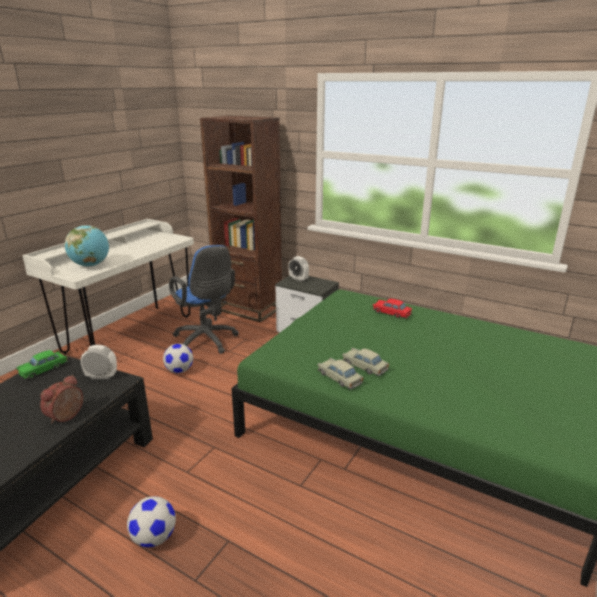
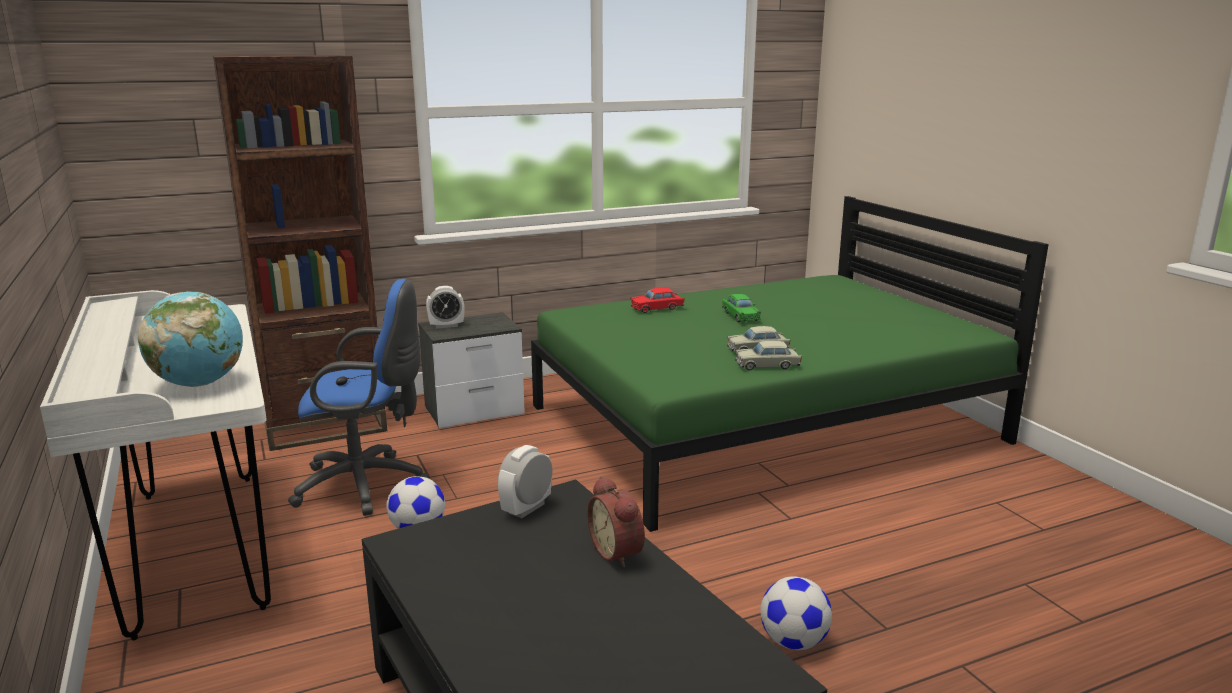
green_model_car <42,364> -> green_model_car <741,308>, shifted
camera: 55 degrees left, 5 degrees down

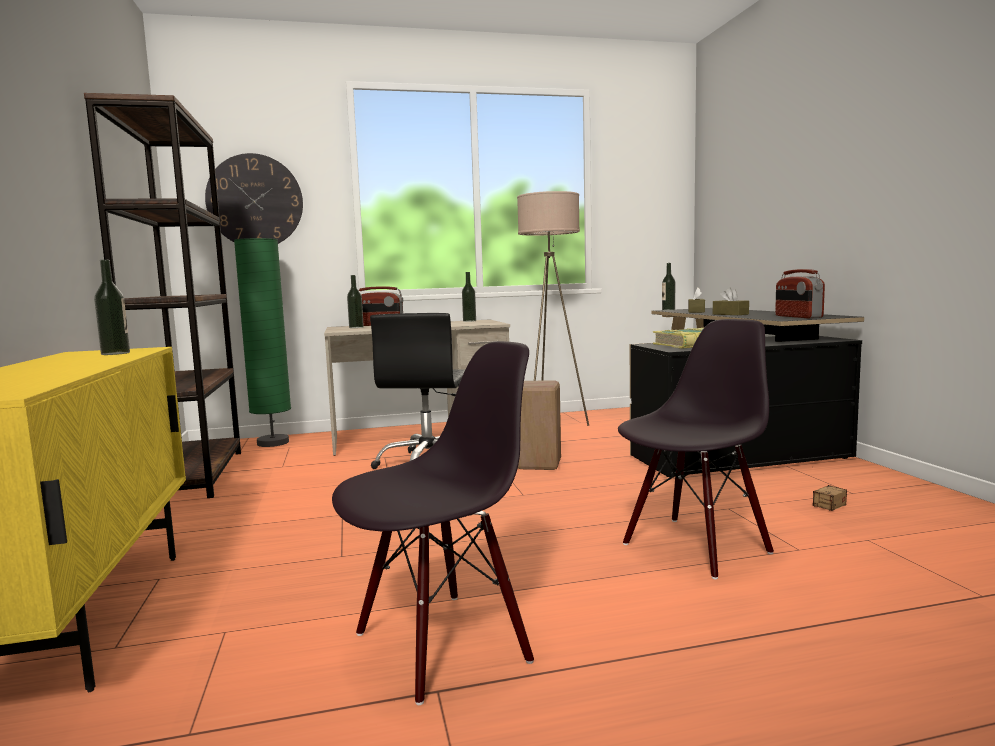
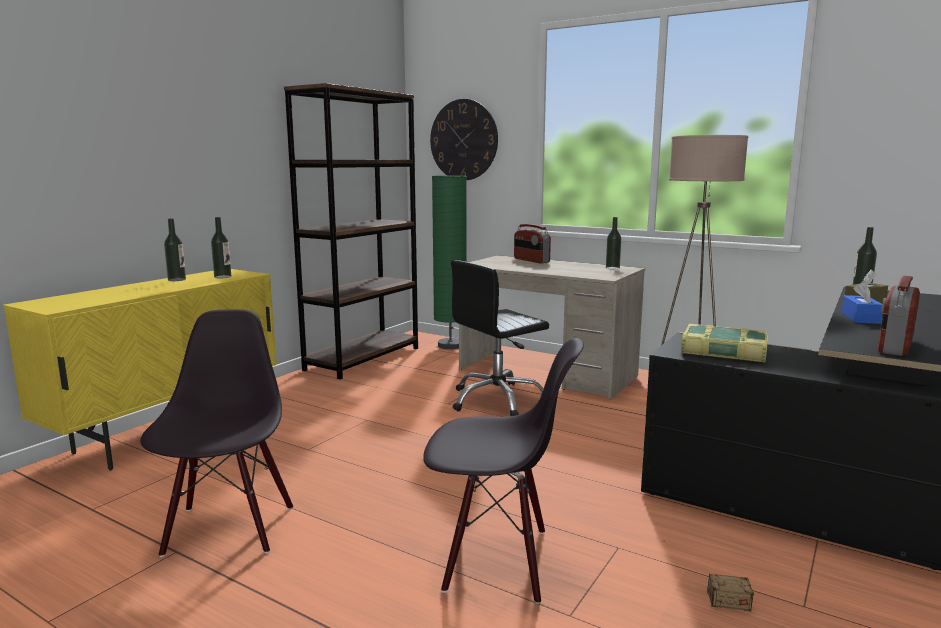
beige-coloured_sitting_stool <539,425> -> none
beverage_bottle <355,301> -> beverage_bottle <175,250>, shifted
brown-coloured_tissue_holder <731,301> -> bluish_tissue_holder <862,303>
black_plain_chair <433,523> -> black_plain_chair <216,433>, 105 degrees counterclockwise
camera: 45 degrees right, 5 degrees up

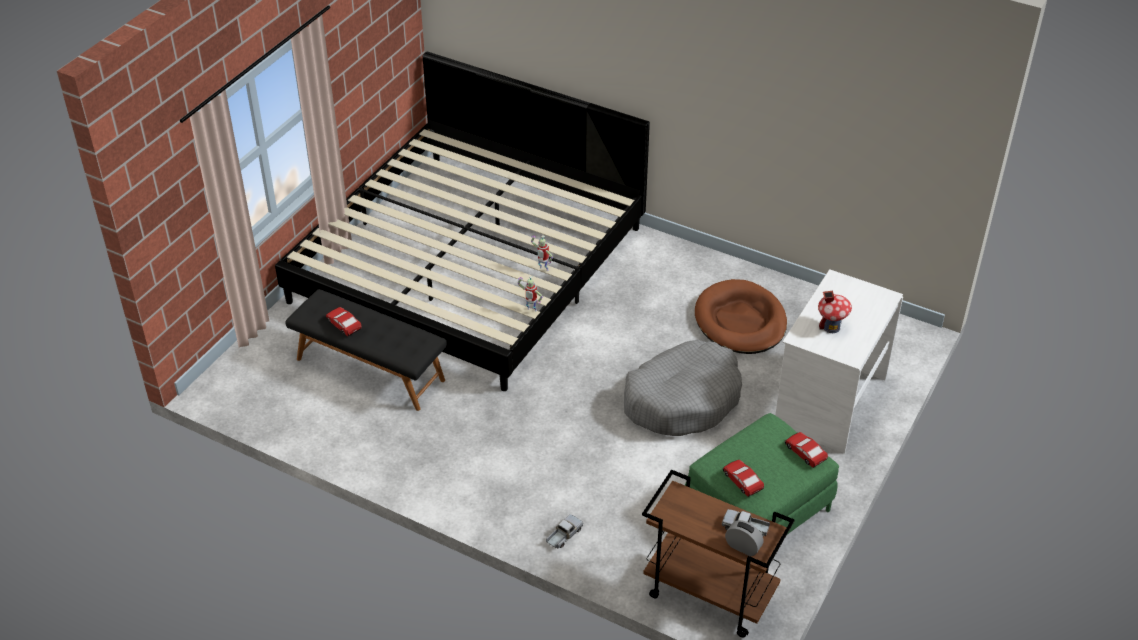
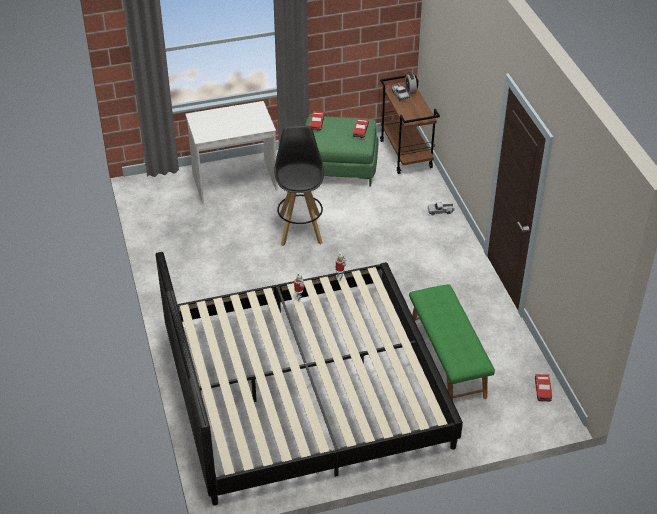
brown-coloured_pet_bed <741,316> -> none
model_house <835,312> -> none
model_car <344,321> -> model_car <543,388>, shifted
gray_pet_bed <683,388> -> black_sitting_stool <299,185>
black_long_seat <366,350> -> green_long_seat <452,342>
camera: 135 degrees left, 0 degrees up

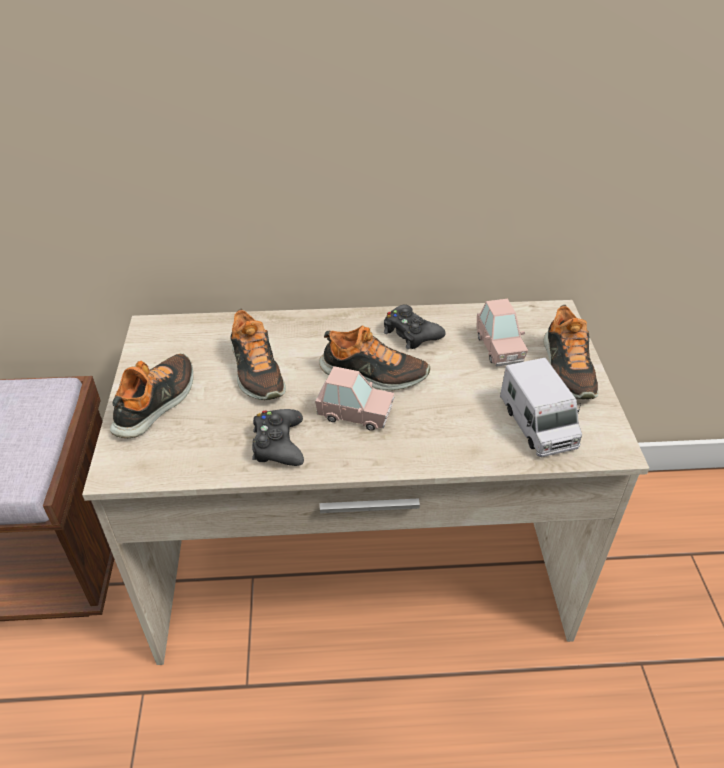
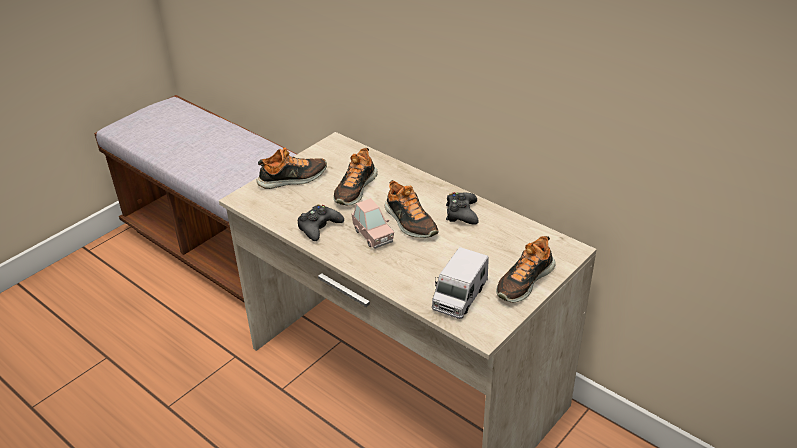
pink_model_car <502,332> -> none
camera: 45 degrees right, 5 degrees down

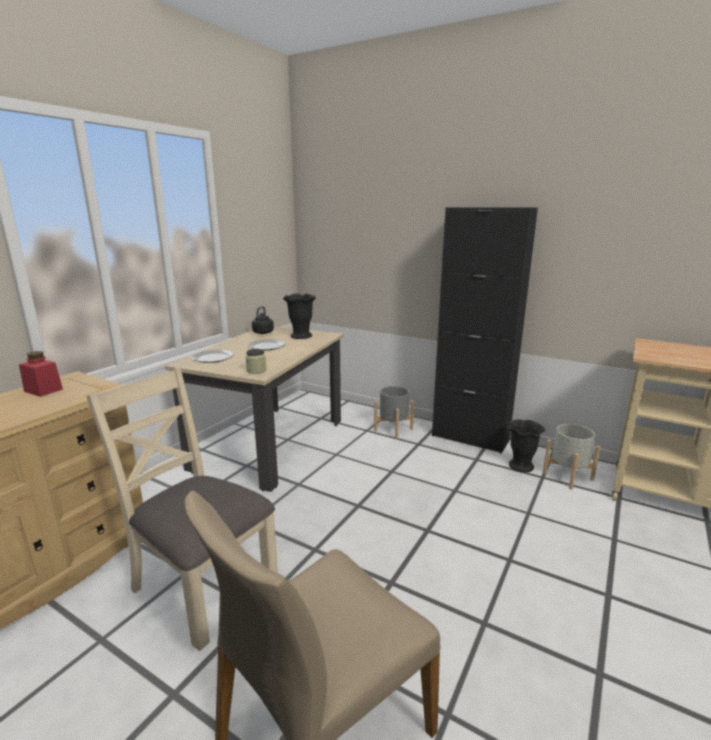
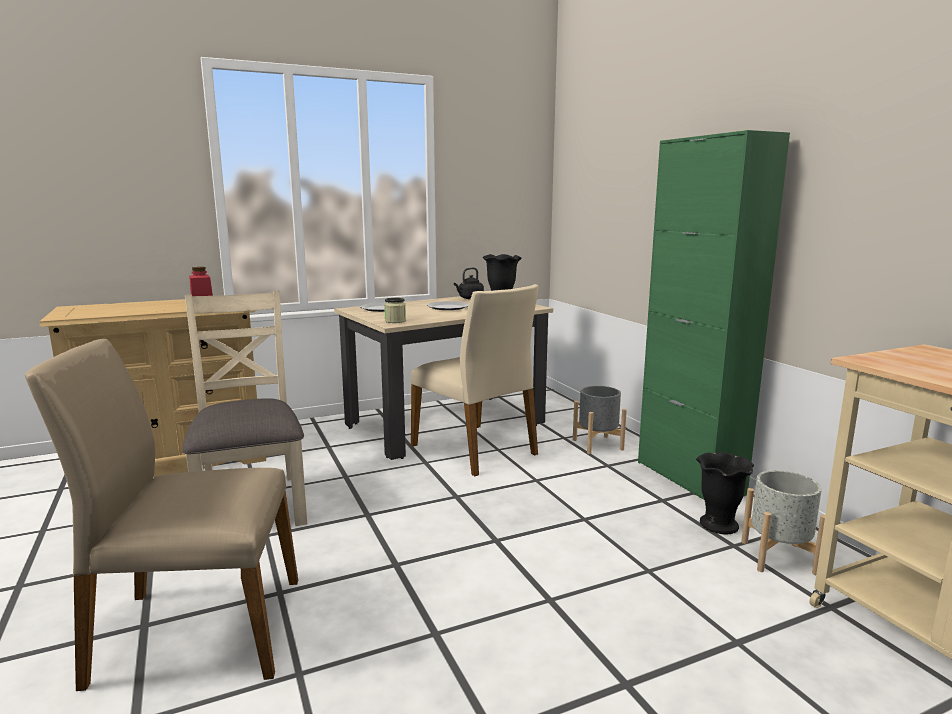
none -> beige-coloured_plain_chair <474,380>
black_cabinet <485,330> -> green_cabinet <714,315>
camera: 35 degrees right, 5 degrees down

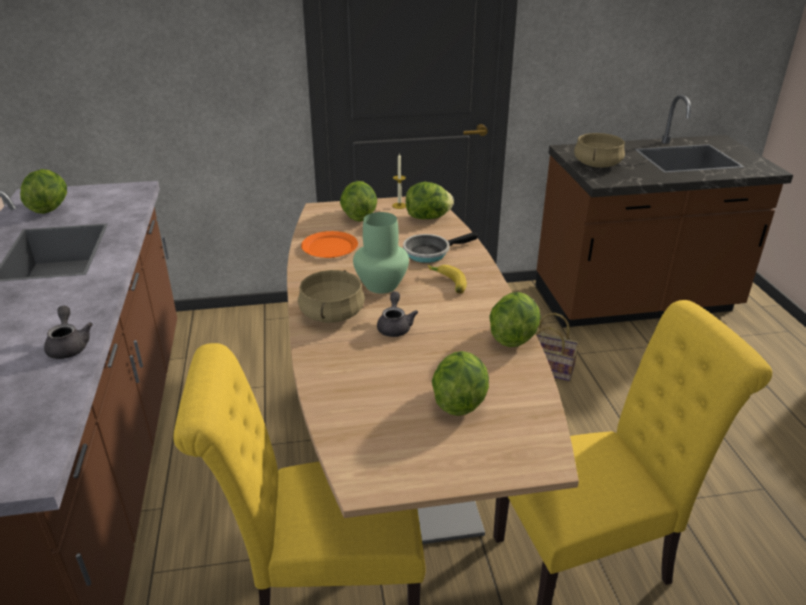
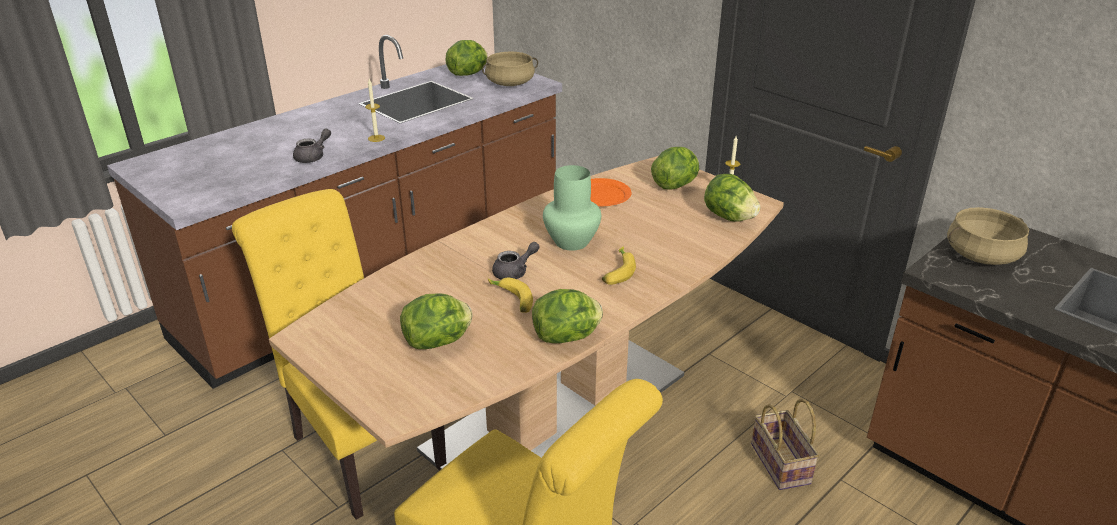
frying_pan <440,247> -> none
none -> wax_light <375,110>
none -> whole_banana <510,295>
beige-coloured_cooking_pot <331,296> -> beige-coloured_cooking_pot <510,69>, shifted
camera: 55 degrees right, 0 degrees up

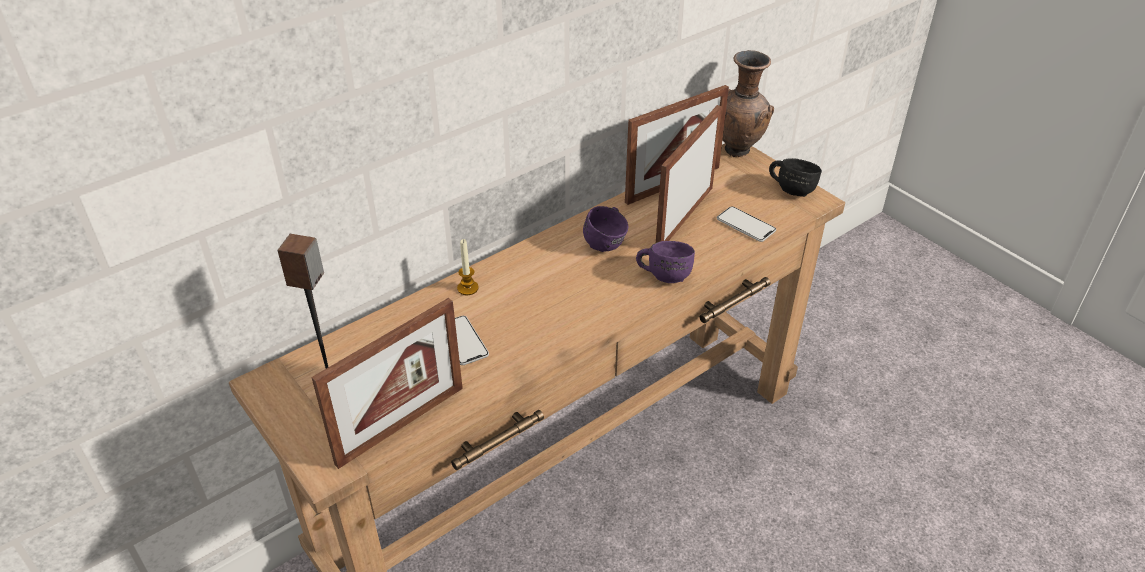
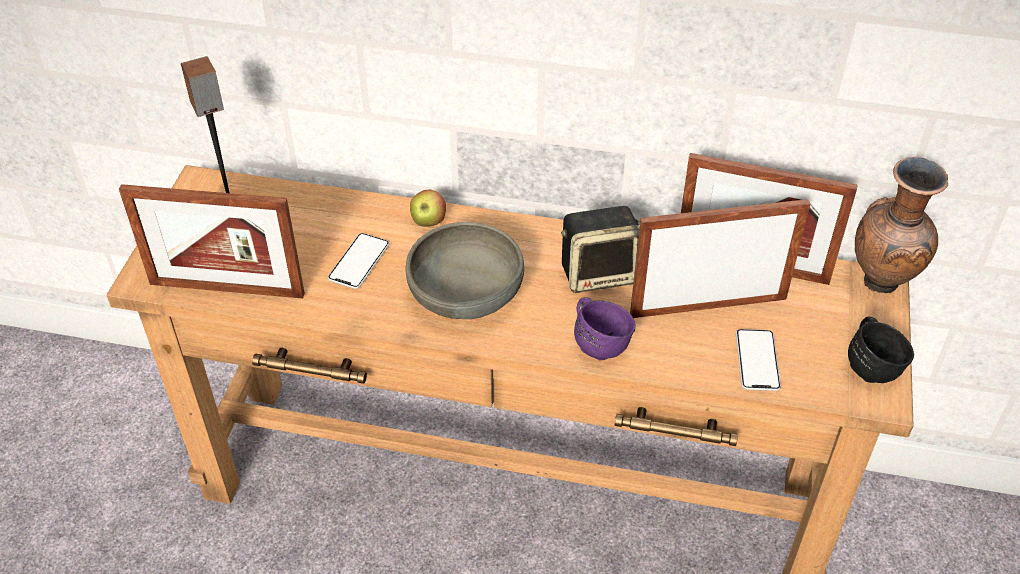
none -> gray_serving_bowl <464,270>
wax_light <468,267> -> whole_apple <428,208>
purple-coloured_coffee_mug <605,229> -> loudspeaker <600,249>
camera: 50 degrees right, 5 degrees up

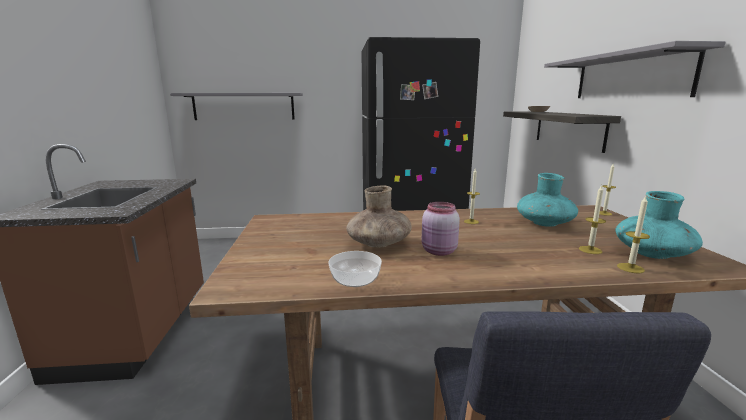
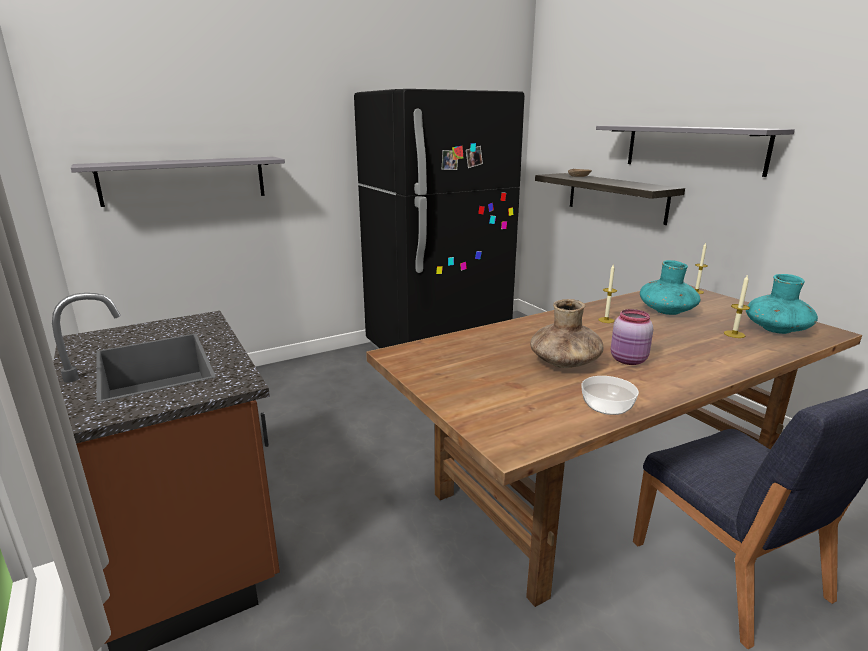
wax_light <633,234> -> none
camera: 25 degrees left, 5 degrees up

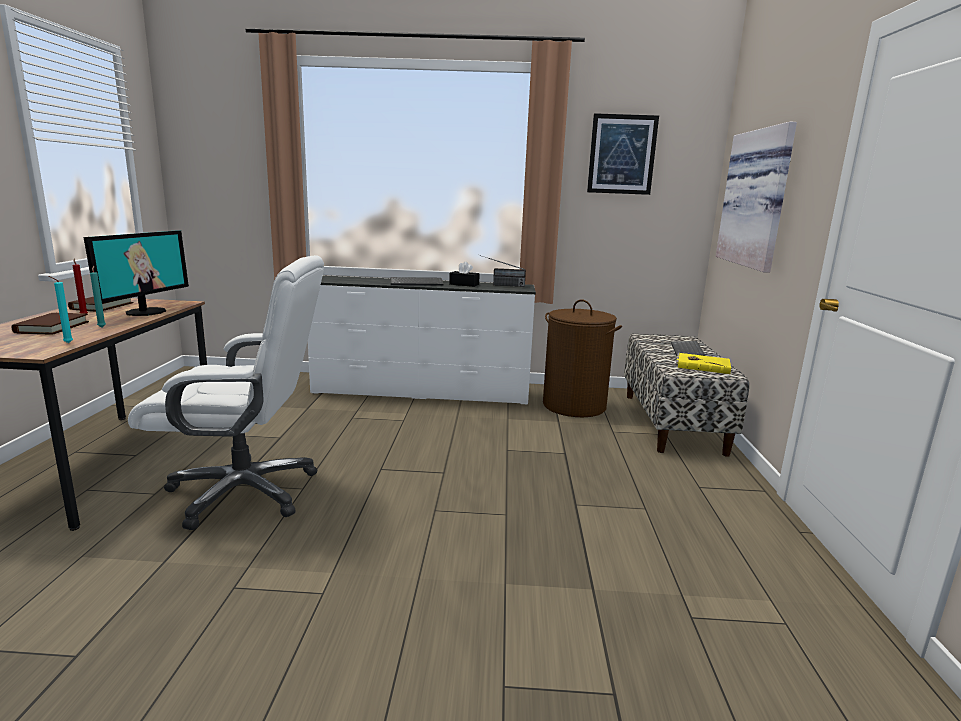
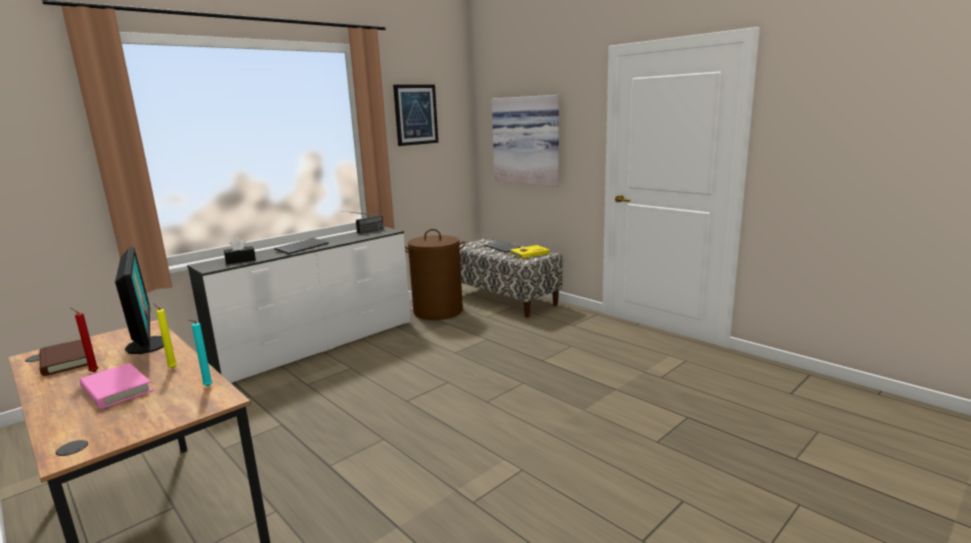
white-coloured_computer_chair <226,392> -> none
black_tissue_holder <464,274> -> black_tissue_holder <240,251>, shifted
brown-coloured_bound_book <50,324> -> pink_bound_book <116,386>
turquoise-coloured_wax_light <98,296> -> yellow_wax_light <165,335>
camera: 45 degrees left, 0 degrees up

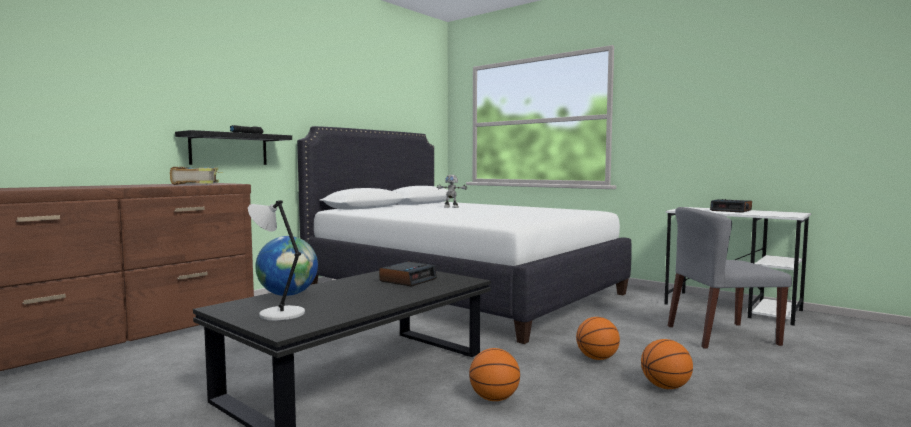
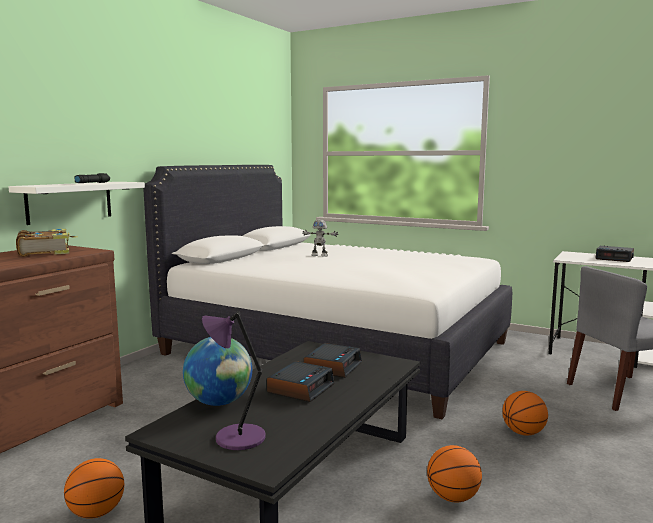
none -> alarm_clock <301,381>
basketball_ball <667,364> -> basketball_ball <94,488>, shifted
black_shelf <233,147> -> white-coloured_shelf <77,203>
gray_table_lamp <276,260> -> purple-coloured_table_lamp <234,380>
camera: 10 degrees left, 5 degrees up

